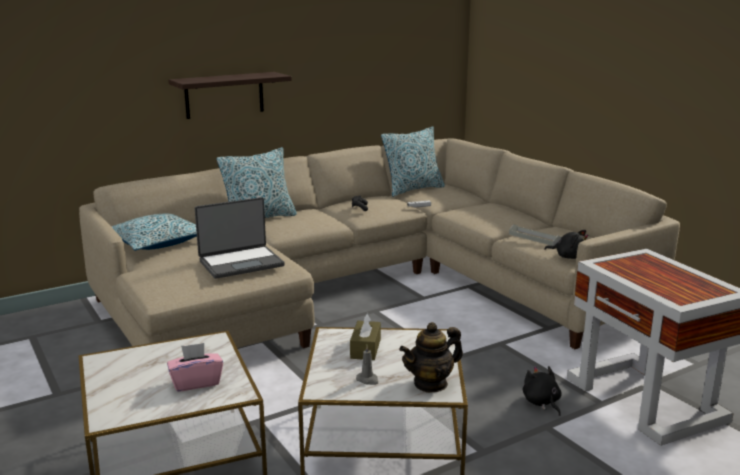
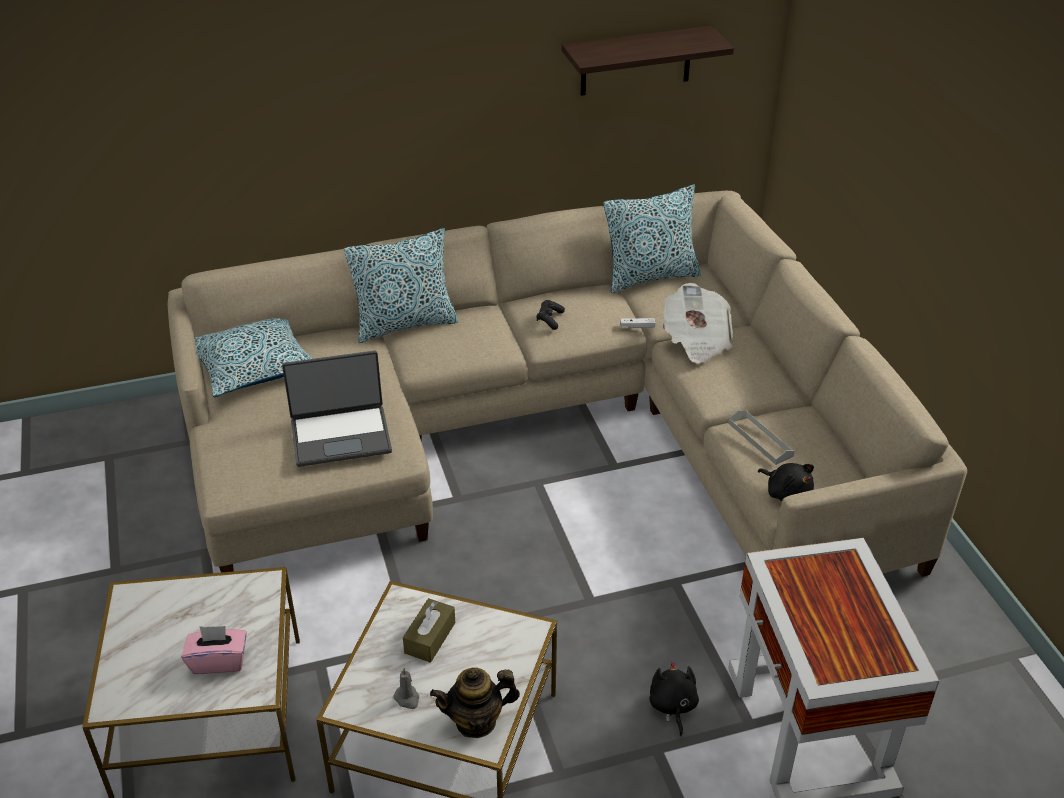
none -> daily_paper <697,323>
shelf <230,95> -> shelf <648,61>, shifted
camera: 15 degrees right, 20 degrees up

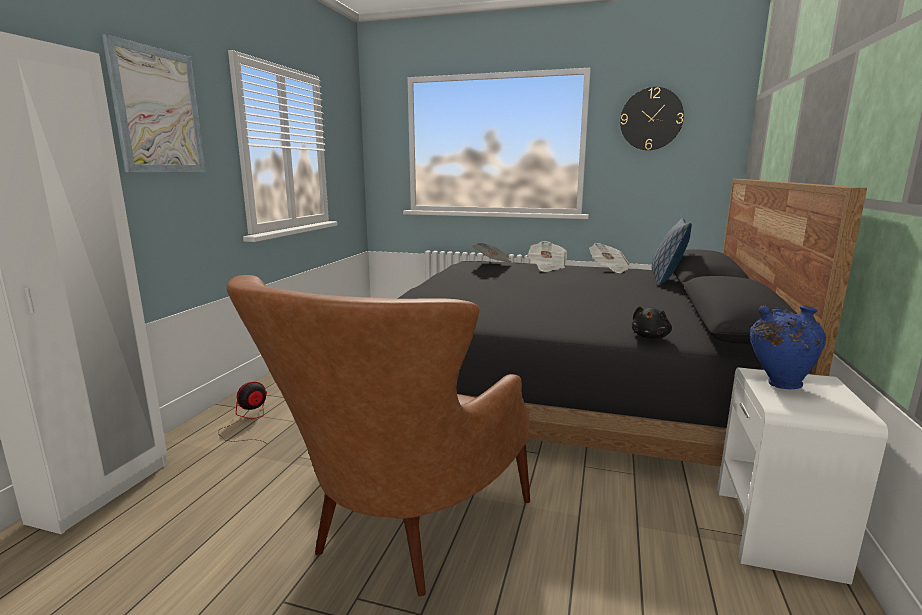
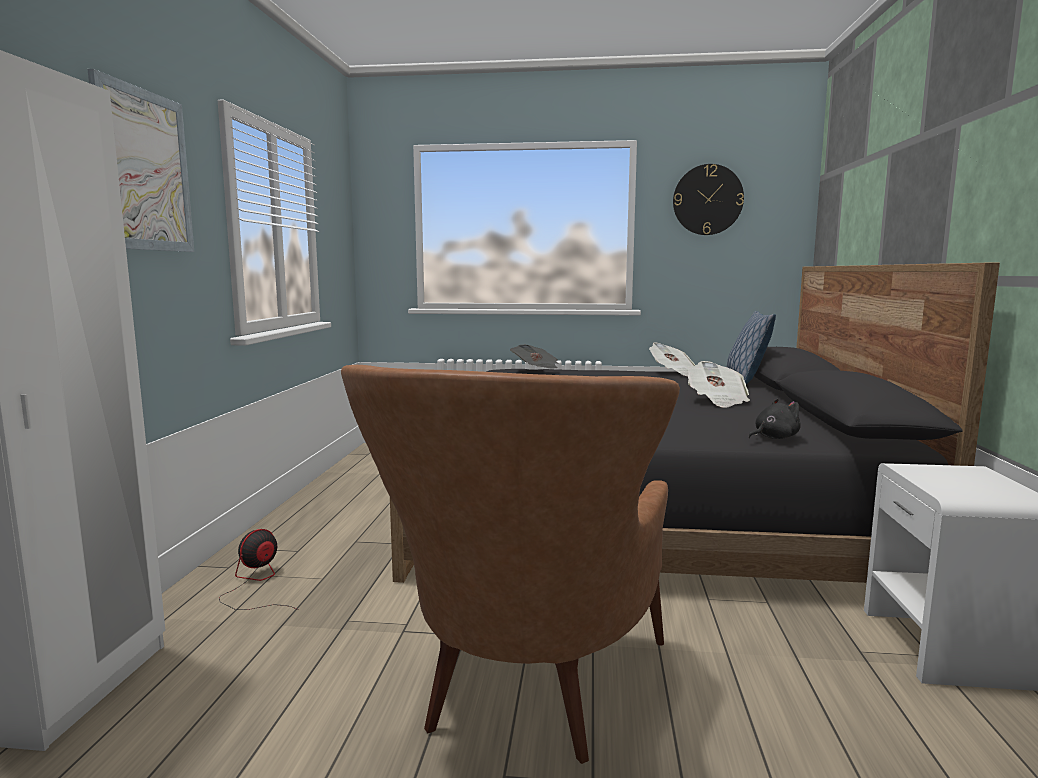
bluish_flower_vase <787,347> -> none
daily_paper <547,256> -> daily_paper <719,384>, shifted
black_soft_toy <652,322> -> black_soft_toy <774,418>, 135 degrees counterclockwise
camera: 10 degrees left, 5 degrees down

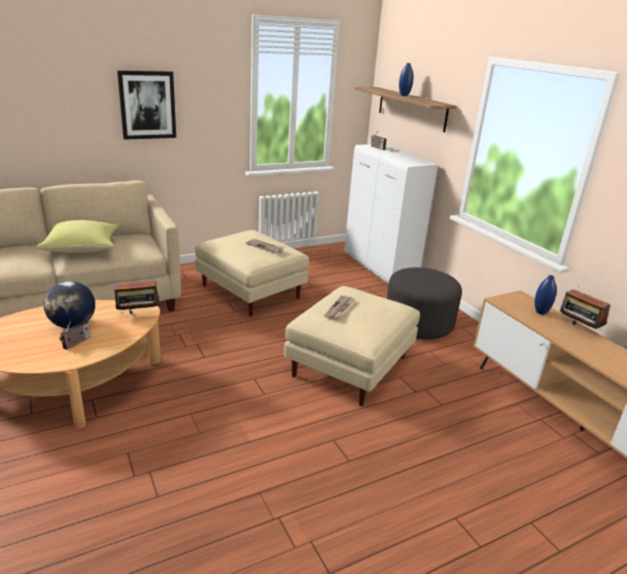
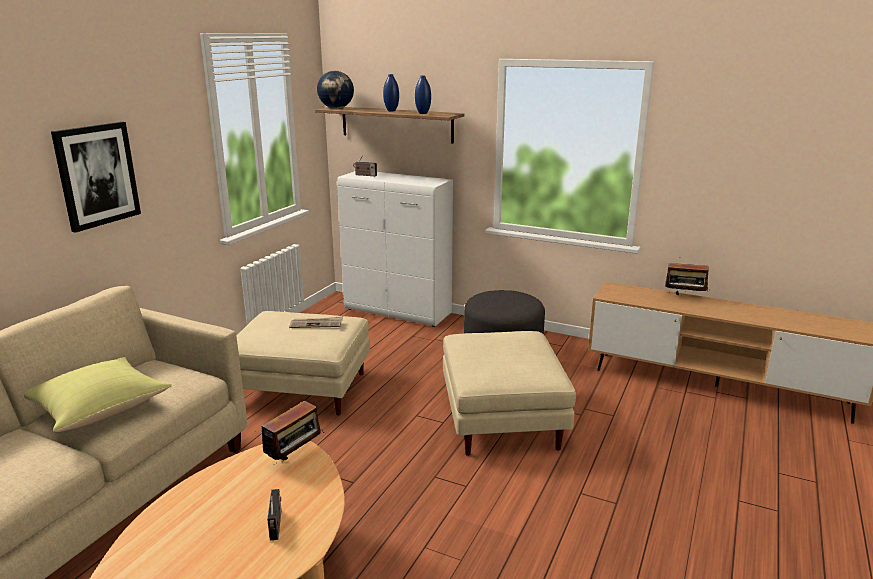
daily_paper <339,307> -> none
globe <69,304> -> globe <335,90>, shifted
bluish_flower_vase <545,295> -> bluish_flower_vase <423,95>, shifted
camera: 35 degrees left, 5 degrees down

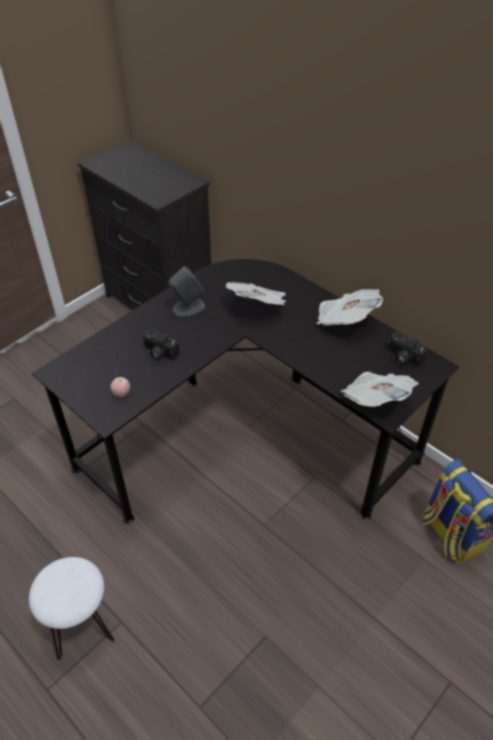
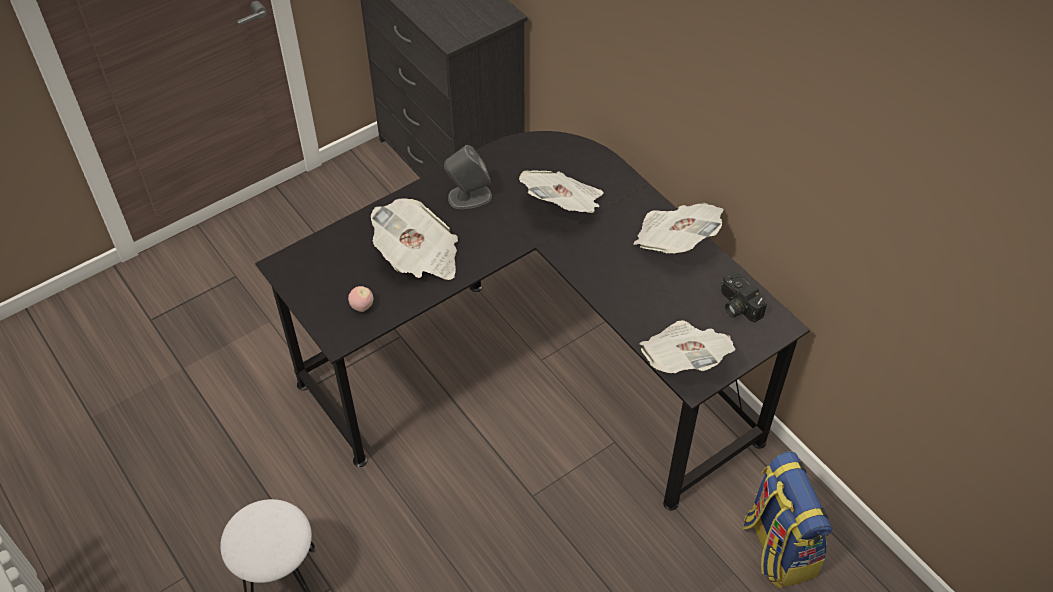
still_camera <161,345> -> daily_paper <414,239>
camera: 10 degrees right, 5 degrees up

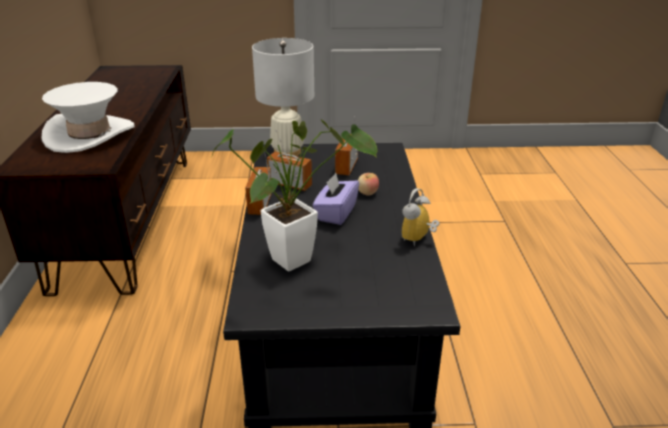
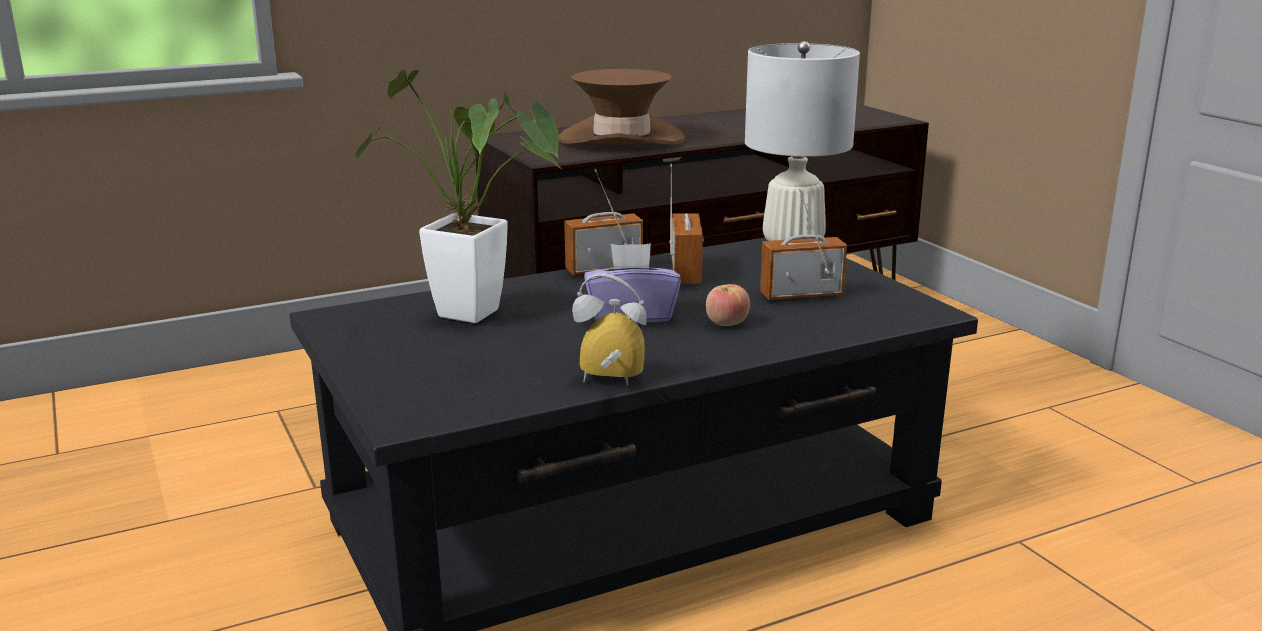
white-coloured_hat <88,117> -> brown-coloured_hat <622,107>
camera: 65 degrees right, 10 degrees down

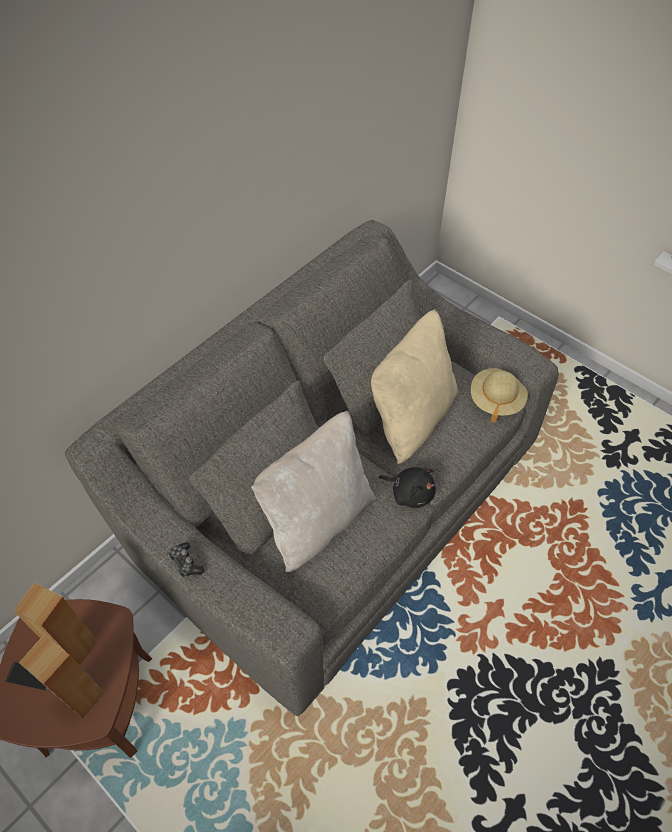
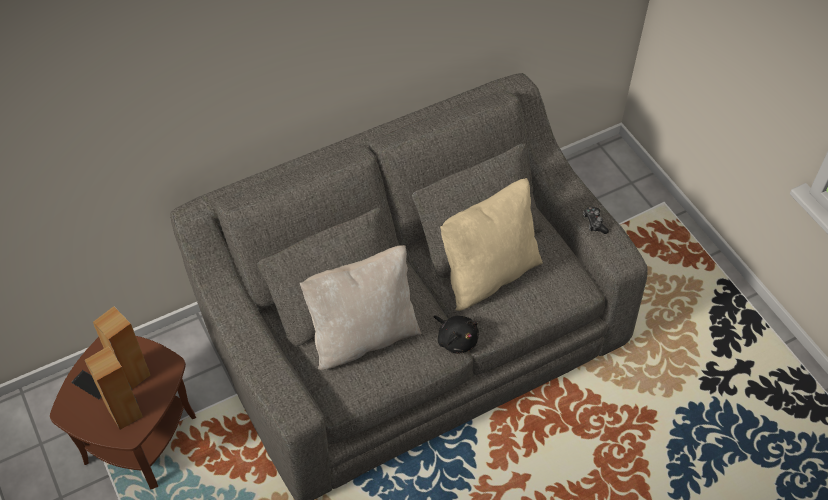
beige-coloured_hat <499,395> -> none
joypad <186,559> -> joypad <596,220>, shifted
camera: 20 degrees right, 0 degrees up

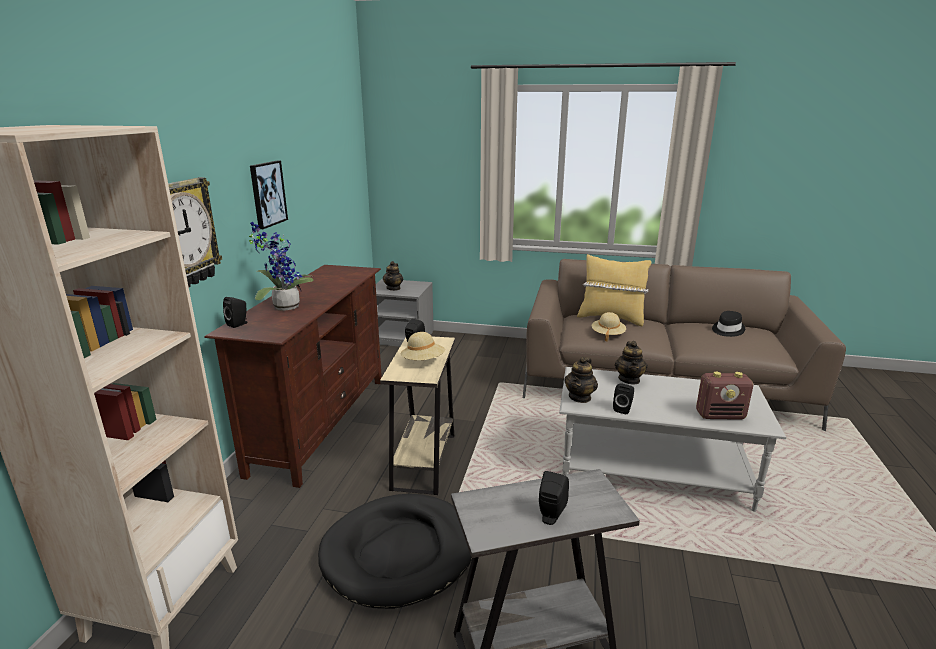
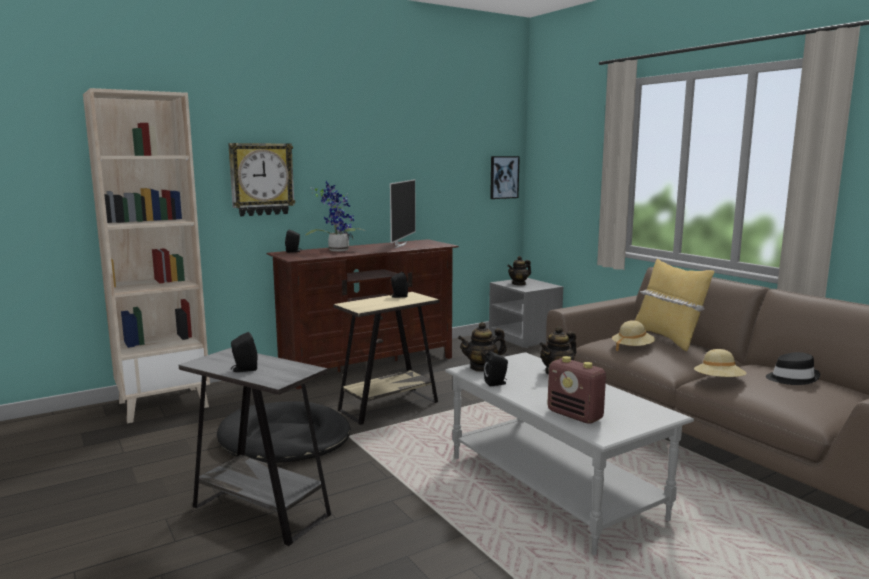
none -> TV <403,214>
wall_picture <269,195> -> wall_picture <505,177>, shifted
beige-coloured_hat <423,346> -> beige-coloured_hat <720,363>, shifted
camera: 45 degrees right, 10 degrees down

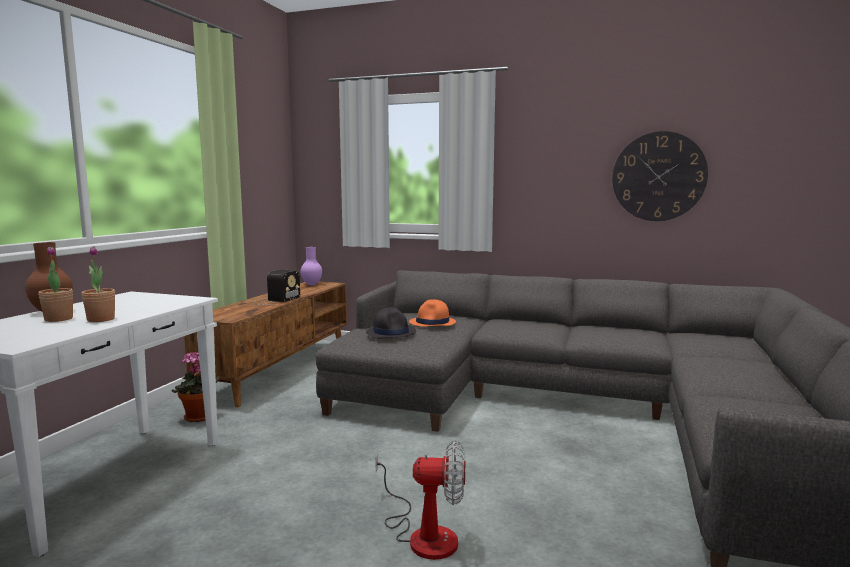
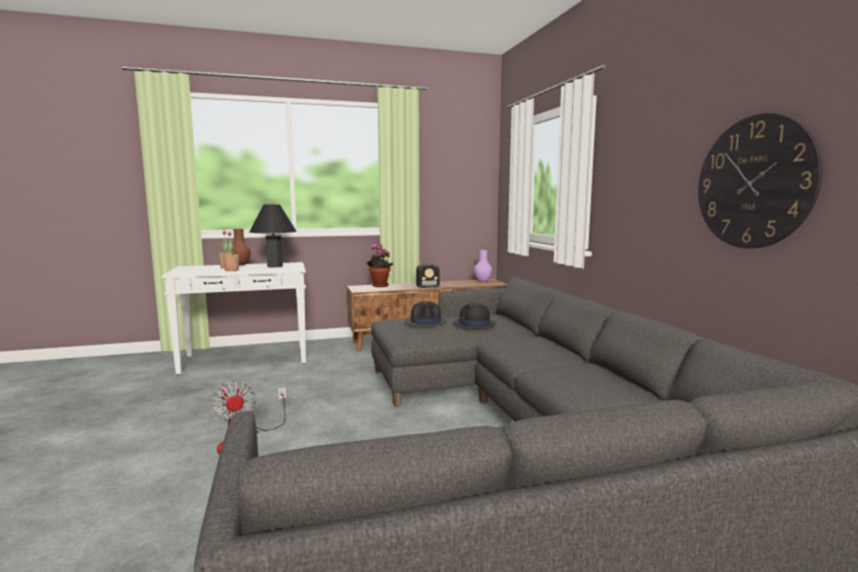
none -> black_table_lamp <272,235>
potted_plant <195,387> -> potted_plant <379,264>, shifted
orange_hat <432,313> -> black_hat <474,315>
camera: 55 degrees right, 0 degrees up

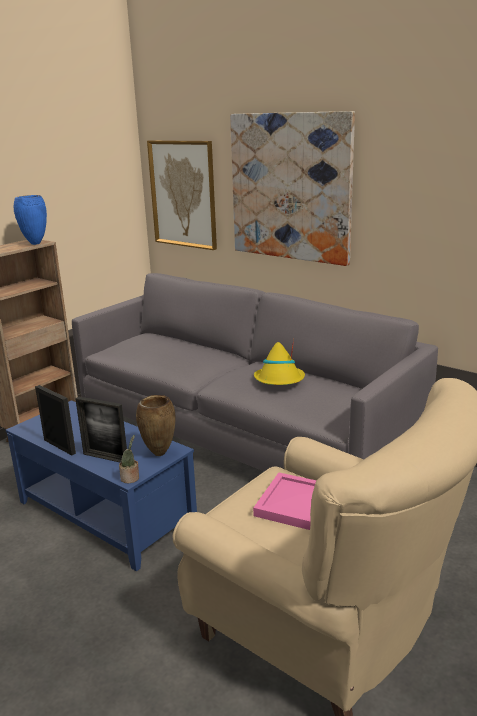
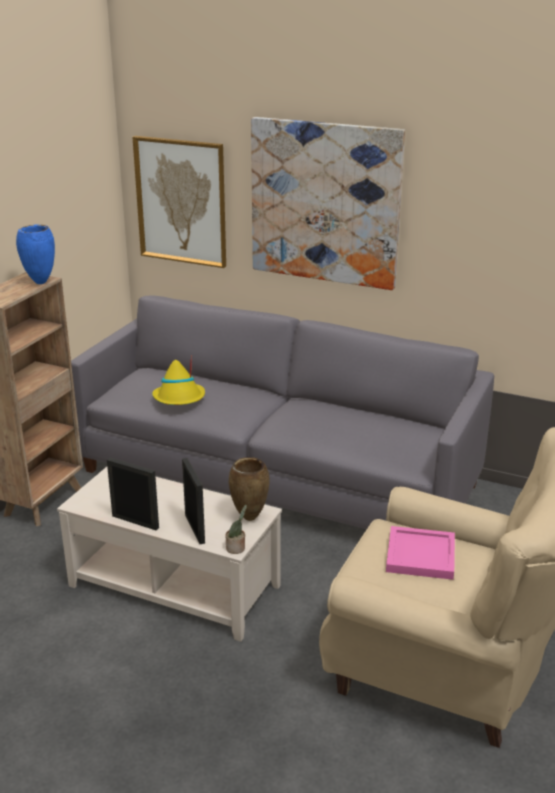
yellow_hat <279,361> -> yellow_hat <178,382>, shifted
bluish_low_table <101,485> -> beige-coloured_low_table <169,554>
standing_frame <101,430> -> standing_frame <193,501>, 120 degrees counterclockwise
camera: 15 degrees left, 5 degrees up

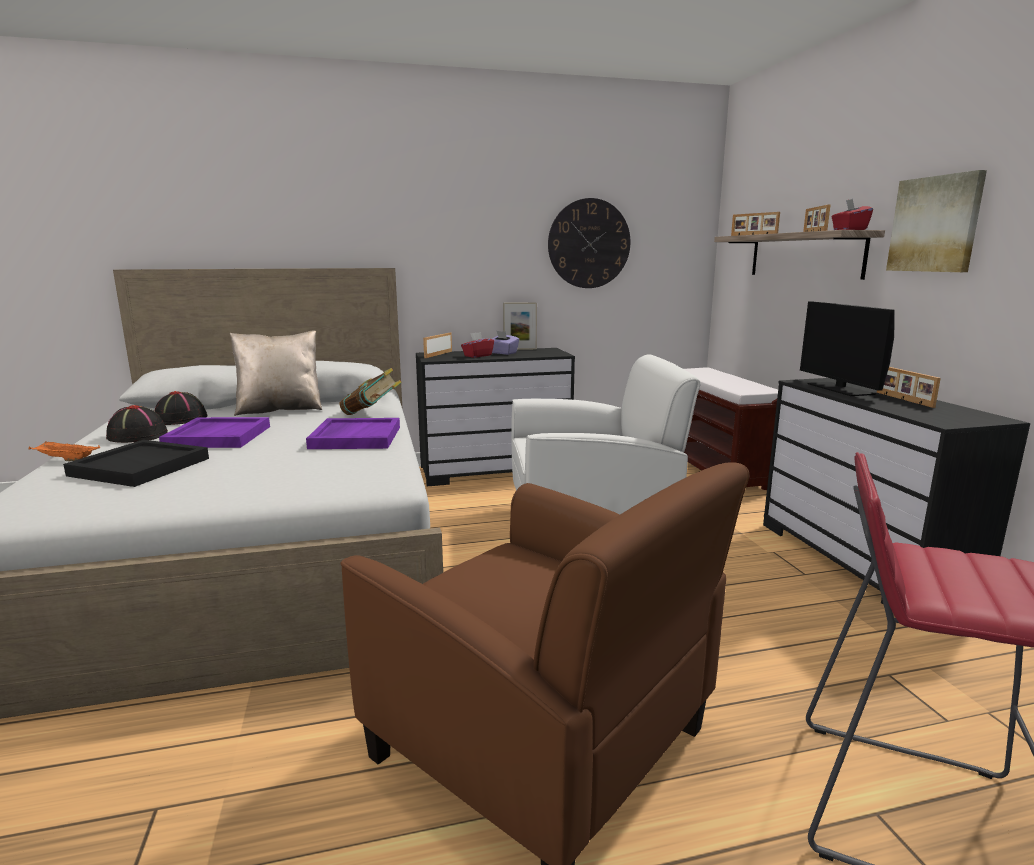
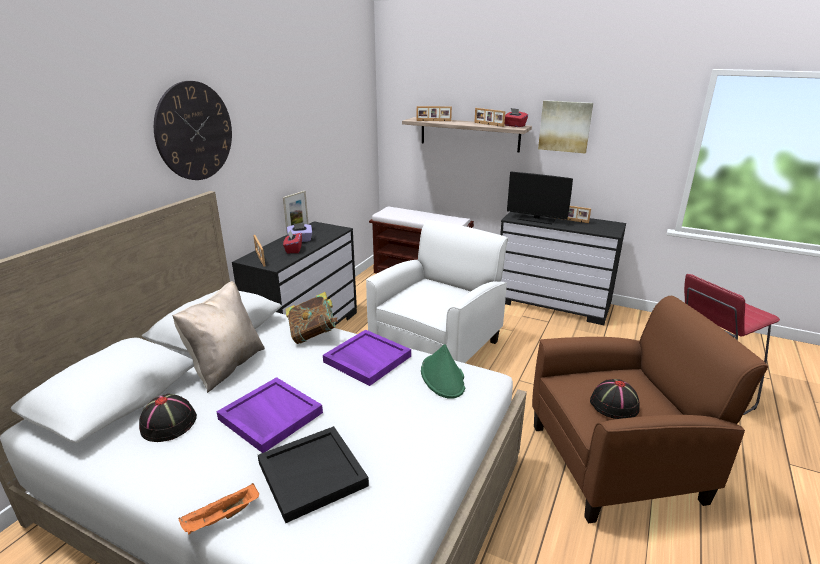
none -> green_hat <443,371>
black_hat <137,424> -> black_hat <615,399>, shifted
clock_on_the_wall <589,243> -> clock_on_the_wall <193,130>, shifted
camera: 50 degrees left, 10 degrees up

